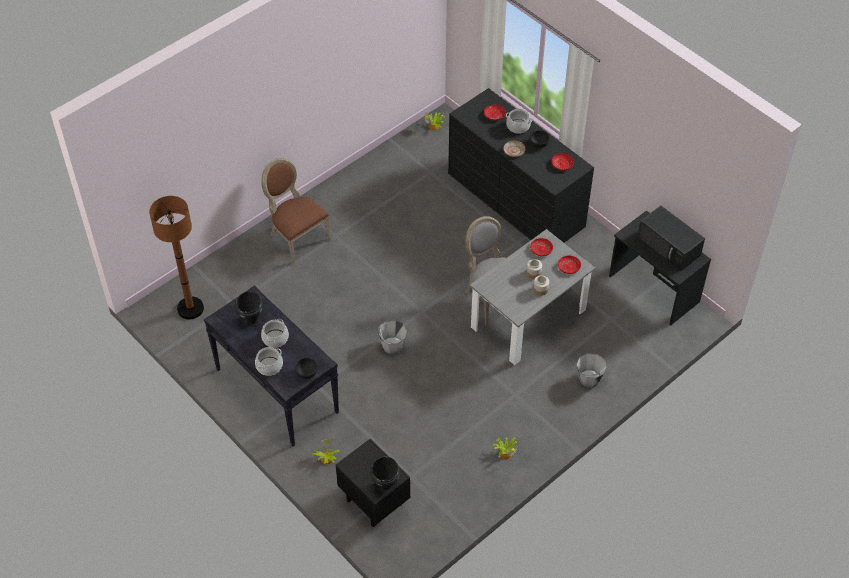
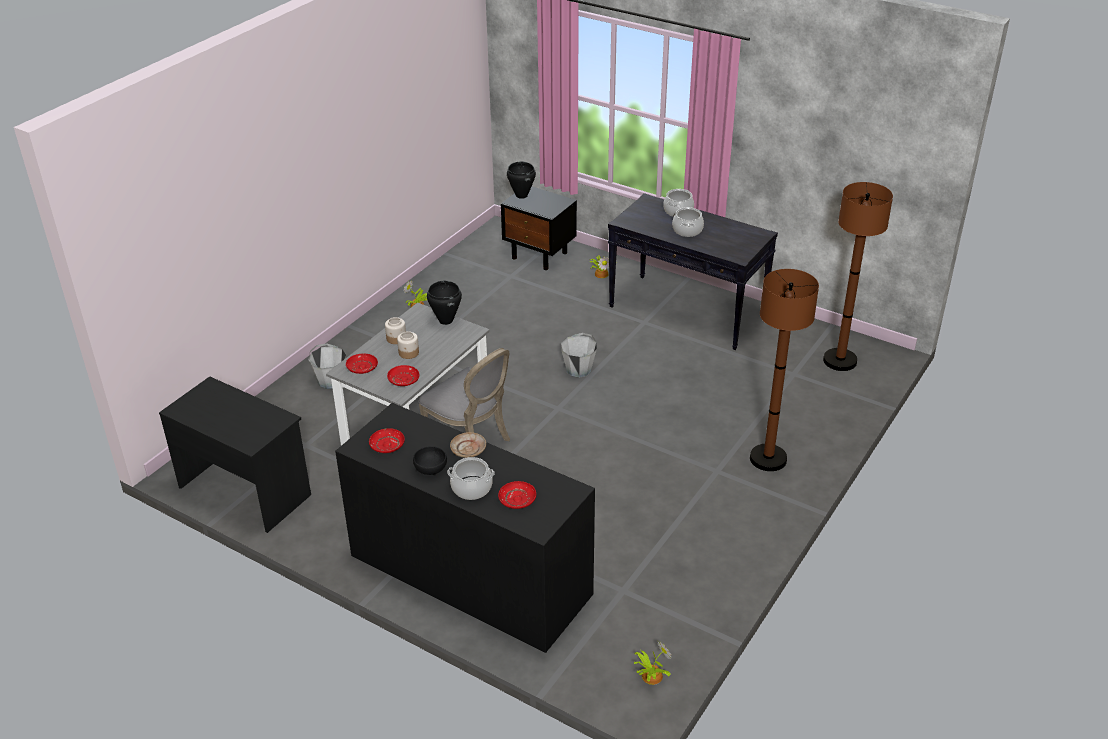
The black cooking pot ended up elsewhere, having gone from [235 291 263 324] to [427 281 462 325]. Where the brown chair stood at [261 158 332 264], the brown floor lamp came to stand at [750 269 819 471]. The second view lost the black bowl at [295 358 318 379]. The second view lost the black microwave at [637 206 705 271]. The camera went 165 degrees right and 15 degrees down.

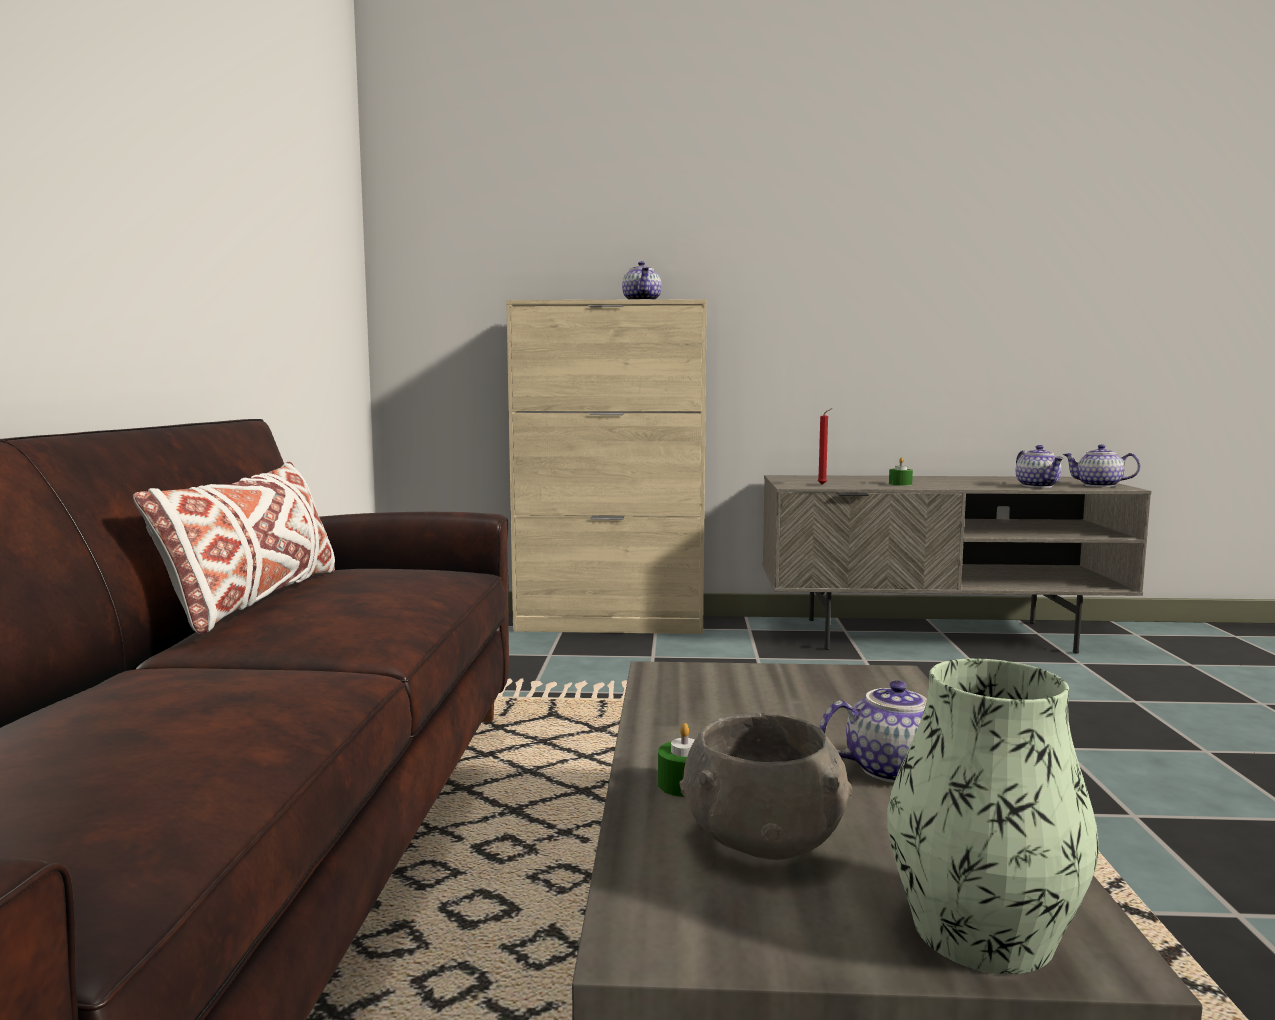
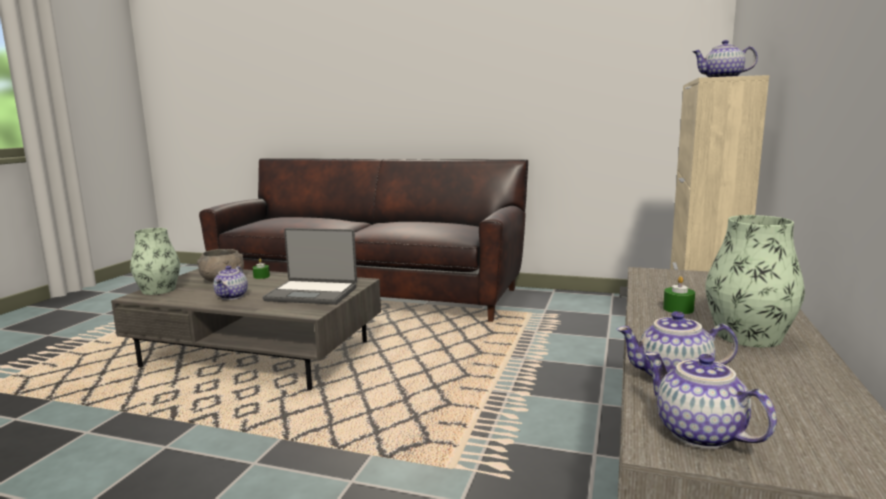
The second view gained the laptop at [263 228 357 305]. The teapot at [1063 445 1141 487] ended up facing another way, 75 degrees counterclockwise from before. The second view gained the vase at [705 215 805 348]. The second view lost the white pillow at [133 462 335 634]. The second view lost the red candle at [818 408 832 485]. The camera went 105 degrees right and 5 degrees up.

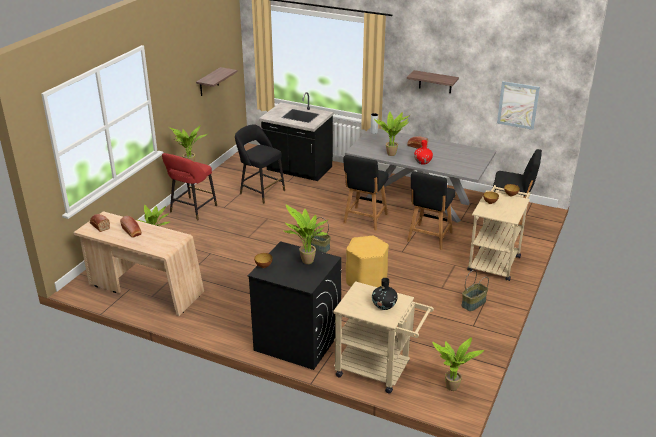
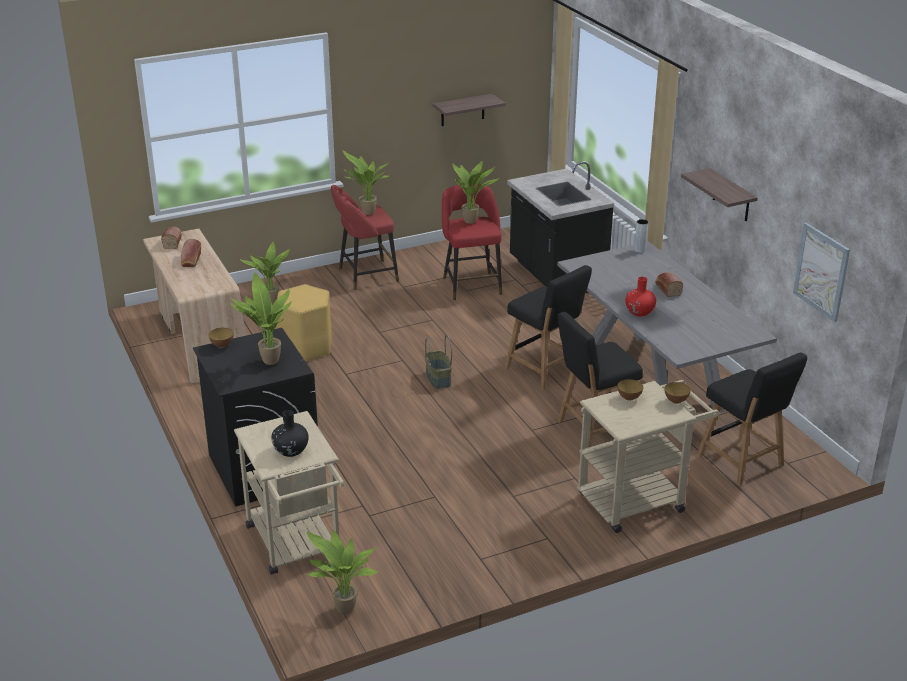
The yellow stool ended up elsewhere, having gone from [346 236 389 287] to [277 284 332 361]. What was the black stool at [235 124 285 204] turned into the red stool at [442 184 502 301]. The potted plant ended up elsewhere, having gone from [374 112 410 156] to [452 161 499 224]. The black chair at [343 155 389 230] ended up facing another way, 105 degrees counterclockwise from before. The second view lost the basket at [461 270 489 311]. The camera went 40 degrees right and 0 degrees up.

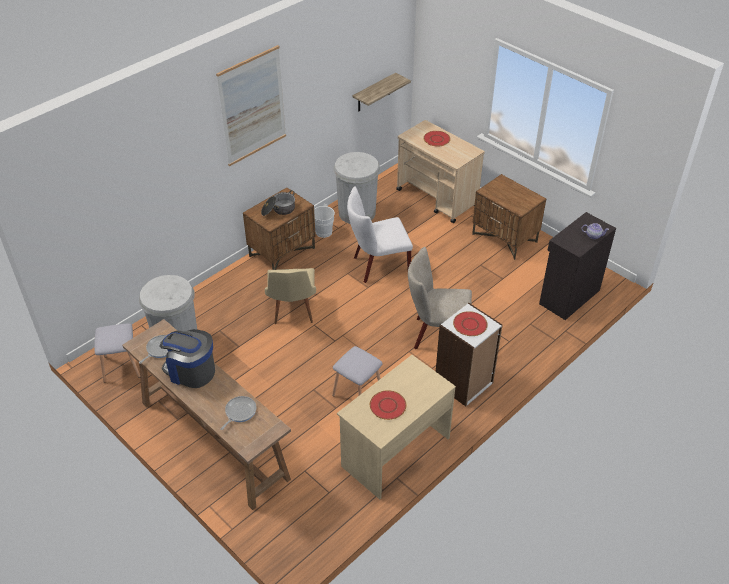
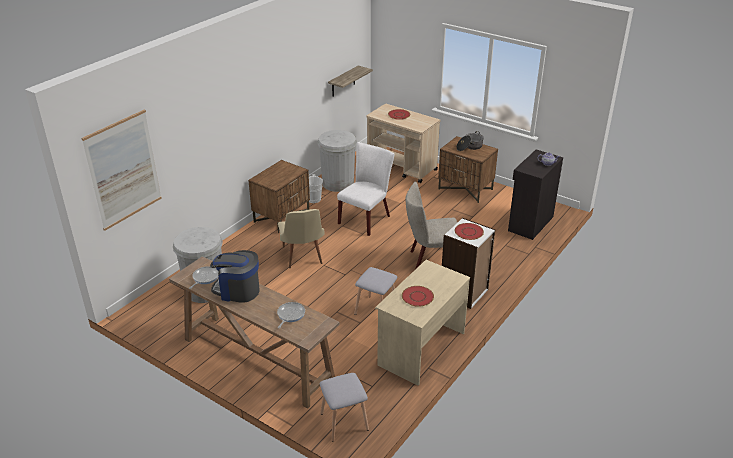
The picture ended up elsewhere, having gone from [216 45 286 166] to [82 110 162 231]. The grey stool ended up elsewhere, having gone from [94 323 140 383] to [320 373 369 441]. The white chair at [347 186 413 283] ended up facing another way, 150 degrees clockwise from before. The cooking pot ended up elsewhere, having gone from [261 190 295 216] to [456 131 484 151]. The camera went 10 degrees left and 10 degrees down.

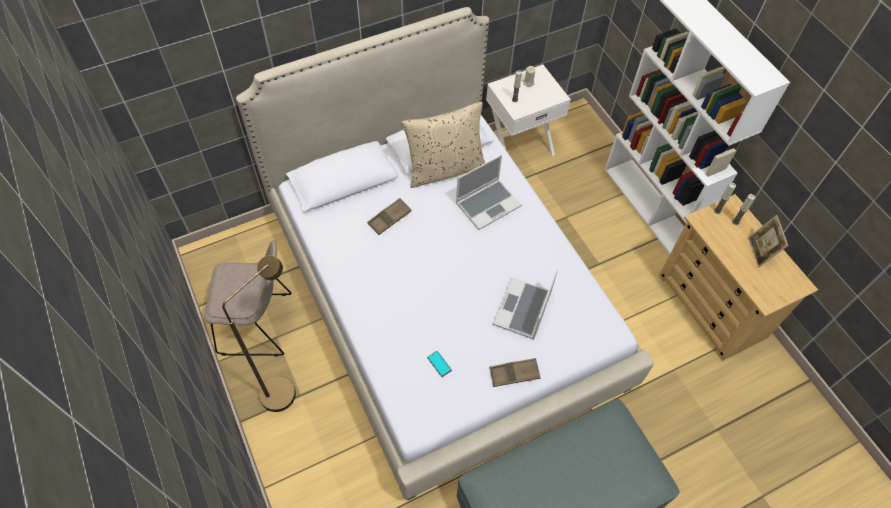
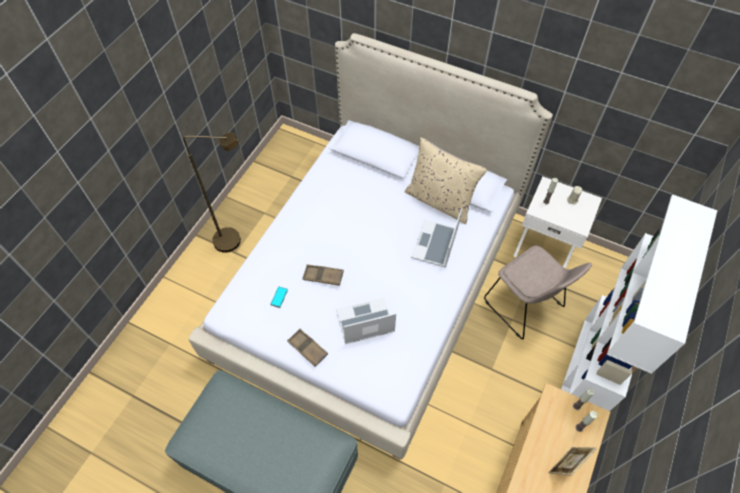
The brown tray ended up elsewhere, having gone from [367 198 412 235] to [302 264 344 286]. The laptop at [456 155 522 230] ended up facing another way, 90 degrees clockwise from before. The beige chair ended up elsewhere, having gone from [204 240 291 357] to [484 245 592 339]. The camera went 55 degrees right and 0 degrees up.

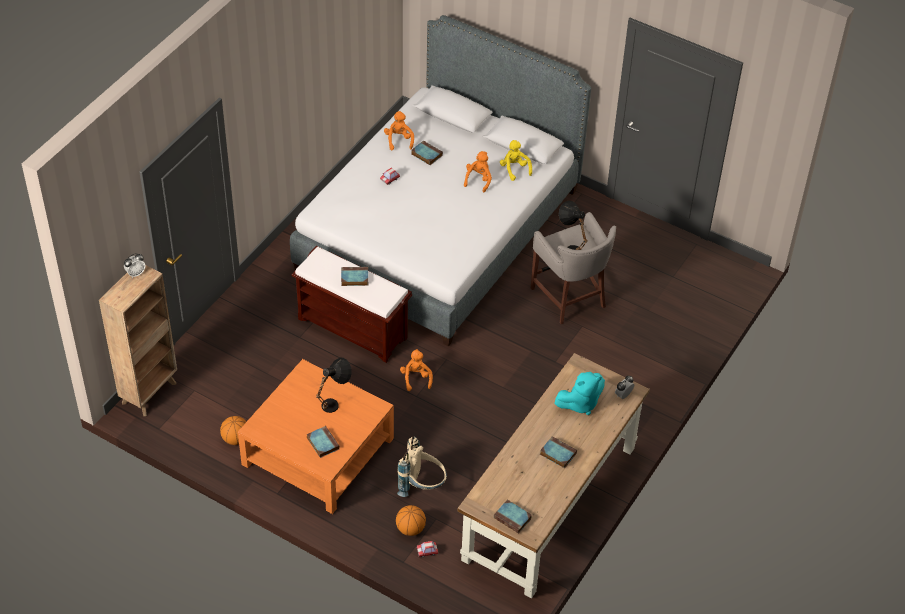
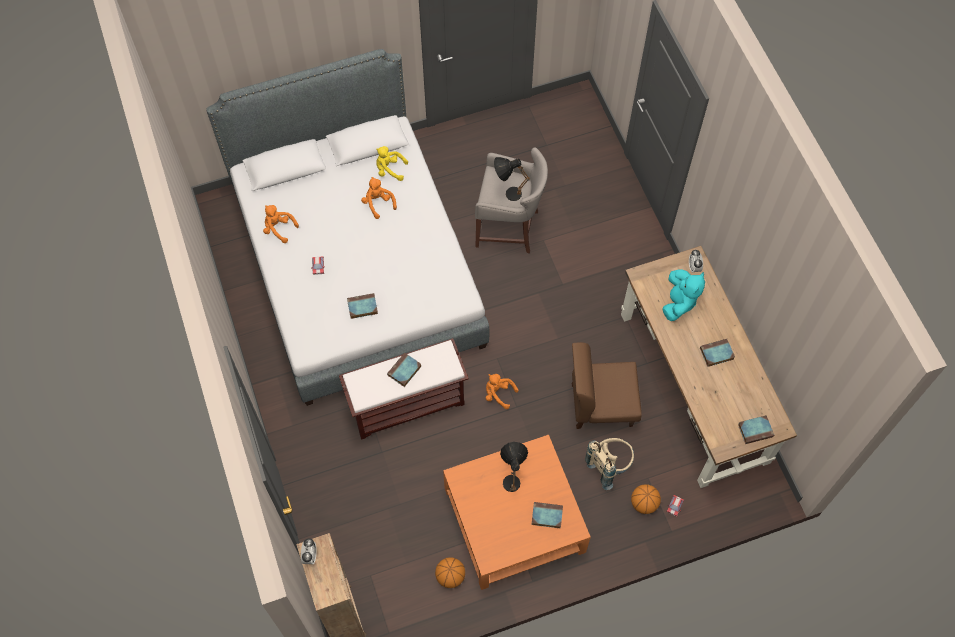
The book ended up elsewhere, having gone from [411 140 443 165] to [347 293 378 319]. The second view gained the brown chair at [572 342 642 429]. The camera went 50 degrees left and 15 degrees up.

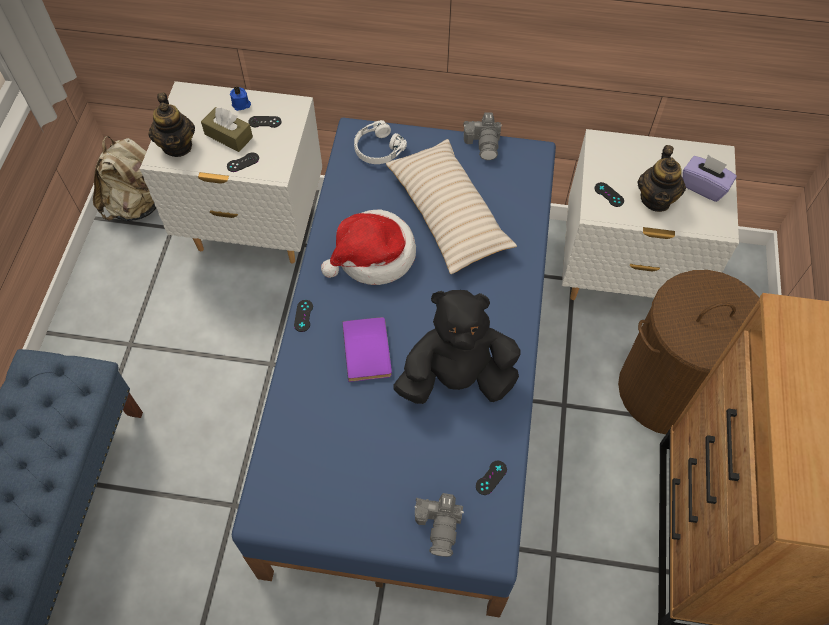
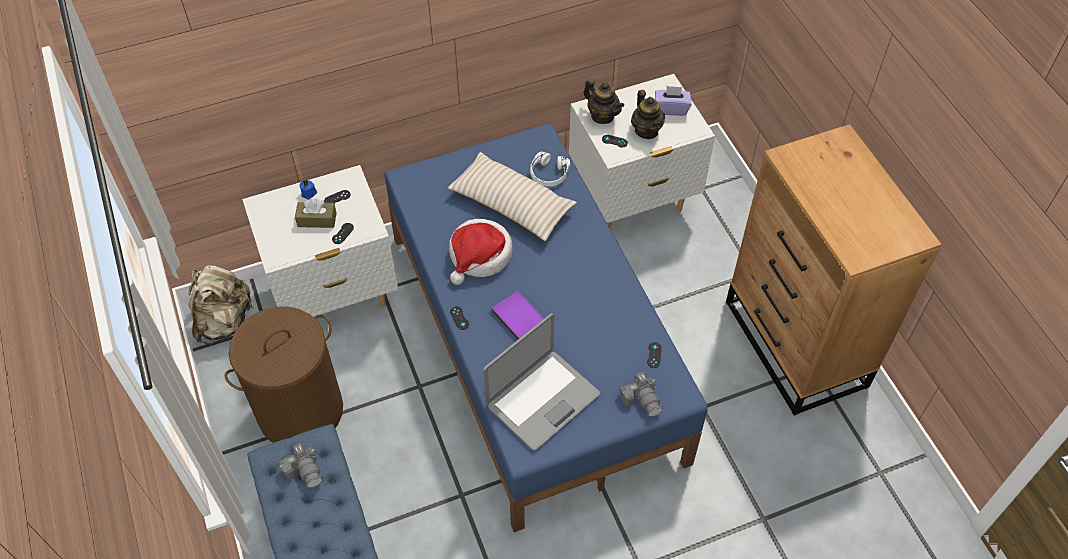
The brown laundry basket ended up elsewhere, having gone from [618 270 760 434] to [225 306 343 443]. The photo camera ended up elsewhere, having gone from [463 112 502 160] to [278 443 323 488]. The second view gained the laptop at [483 313 600 450]. The white headphones ended up elsewhere, having gone from [354 120 407 164] to [530 151 570 187]. The teapot ended up elsewhere, having gone from [148 93 195 157] to [584 79 624 124]. The second view lost the black plush toy at [393 290 521 404]. The camera went 30 degrees left and 5 degrees down.

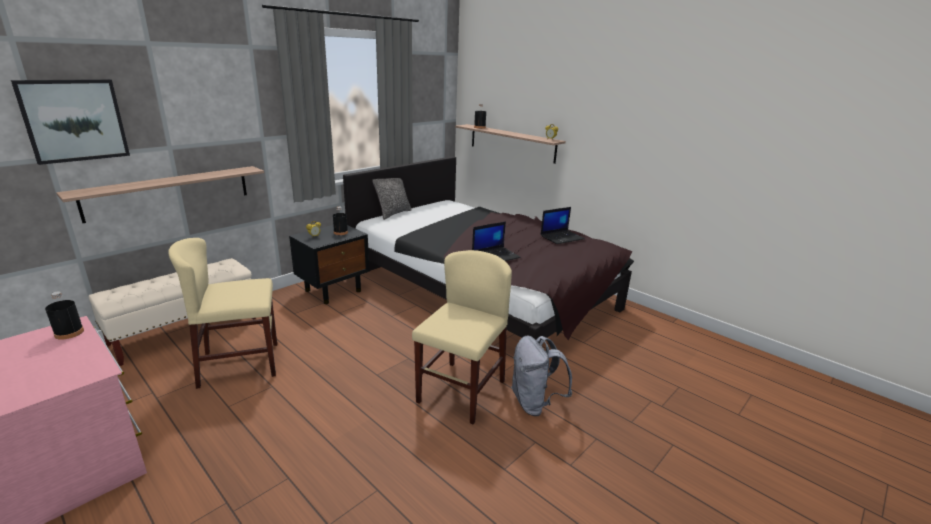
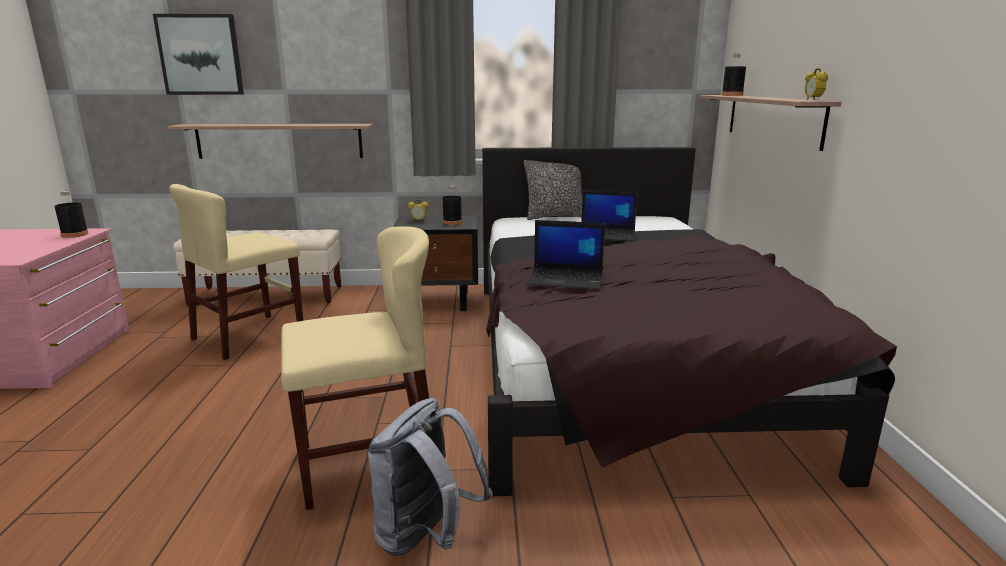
The beige chair at [168 238 277 389] ended up facing another way, 75 degrees counterclockwise from before. The laptop ended up elsewhere, having gone from [541 207 585 244] to [581 190 638 241]. The camera went 45 degrees right and 5 degrees down.

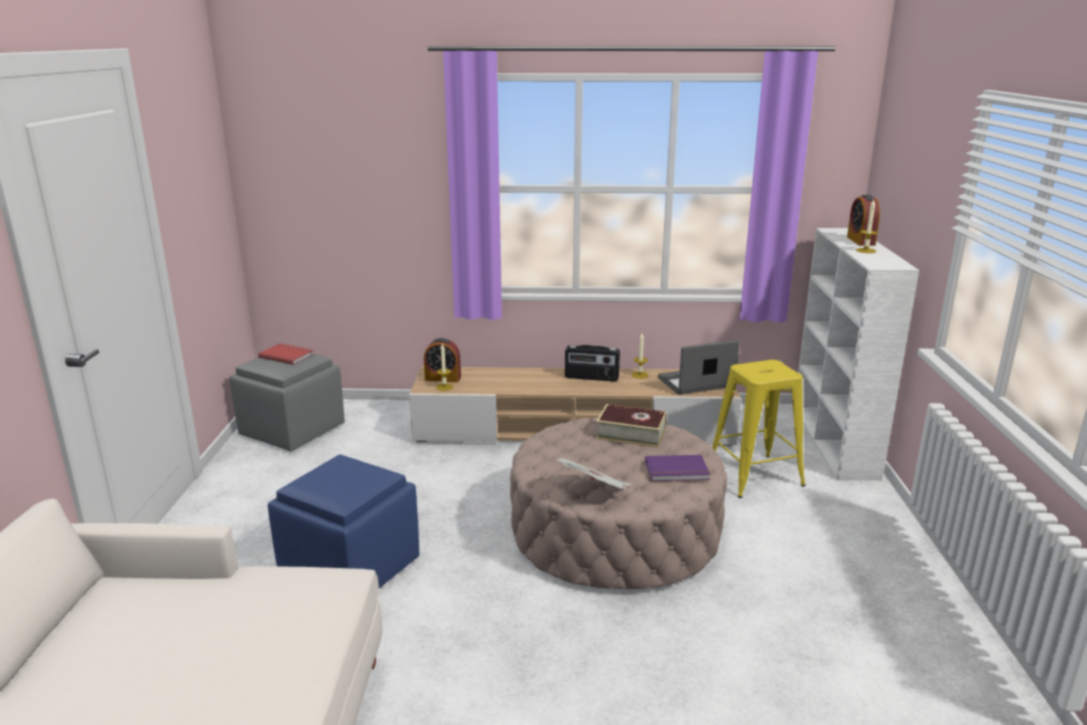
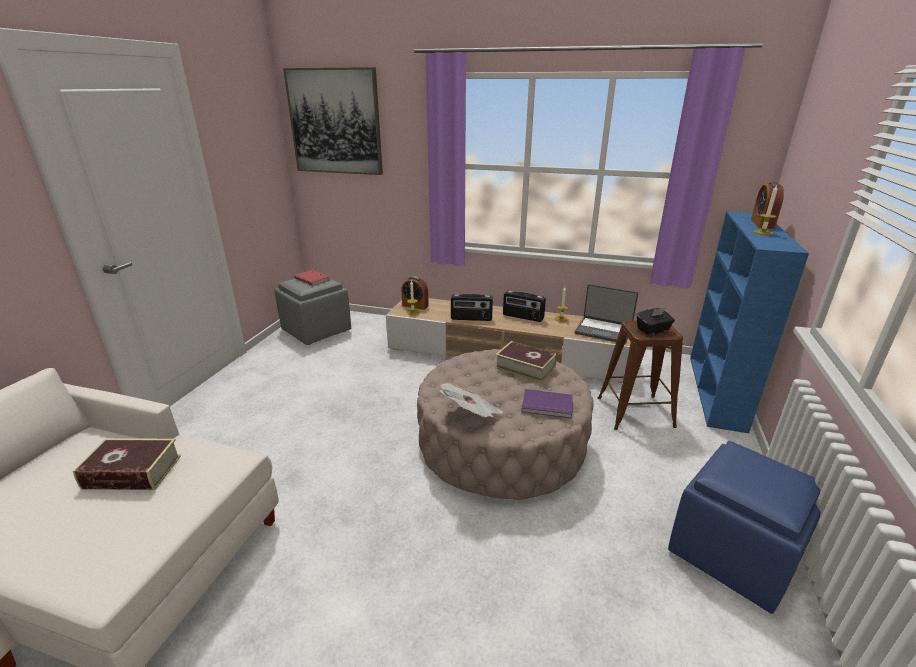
The second view gained the book at [73 438 181 490]. The second view gained the picture at [283 67 383 175]. The second view gained the radio at [451 294 493 321]. The laptop at [658 340 740 395] ended up facing another way, 150 degrees counterclockwise from before. What was the yellow stool at [713 360 806 498] turned into the brown stool at [598 320 683 430]. The second view gained the black tissue box at [637 308 675 335]. The blue ottoman ended up elsewhere, having gone from [268 455 419 588] to [668 441 821 614]. What was the white bookcase at [798 228 919 481] turned into the blue bookcase at [690 211 809 433]. The camera went 15 degrees right and 5 degrees up.

